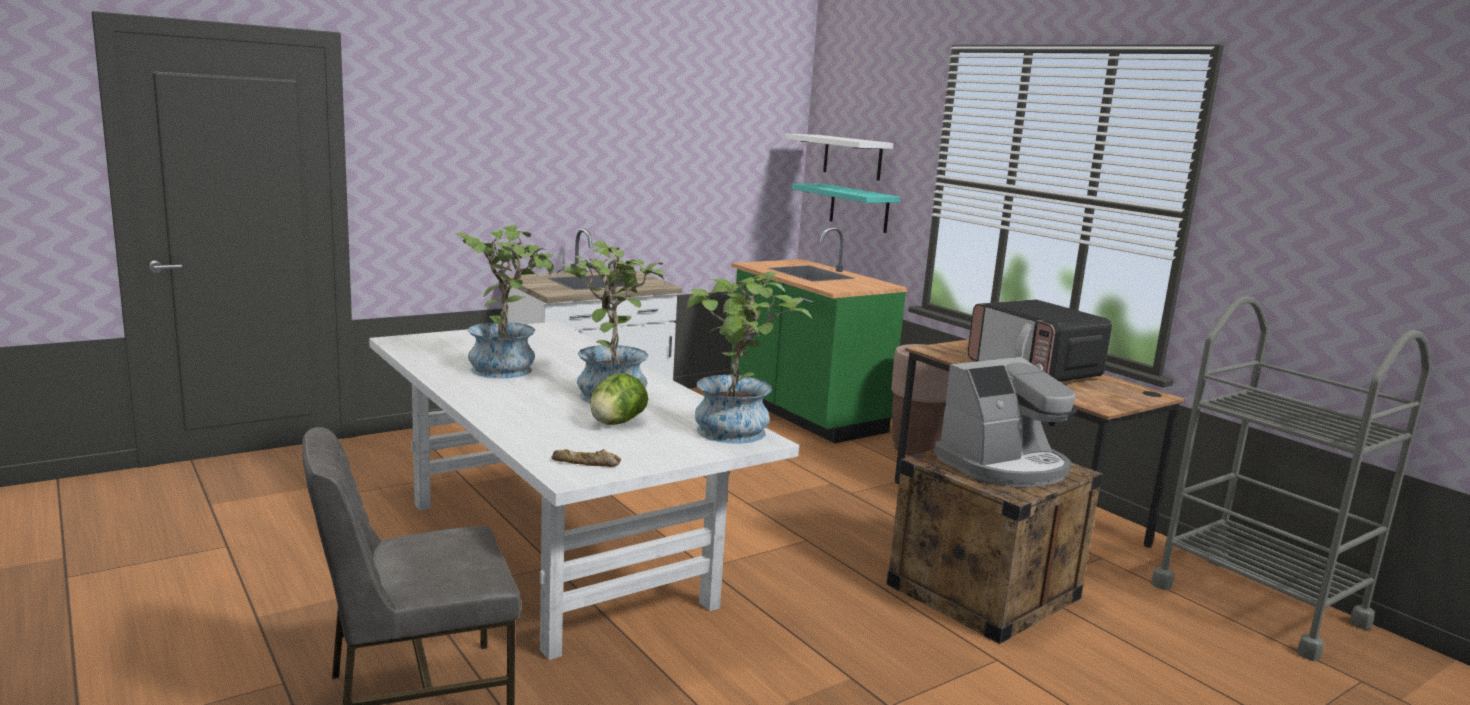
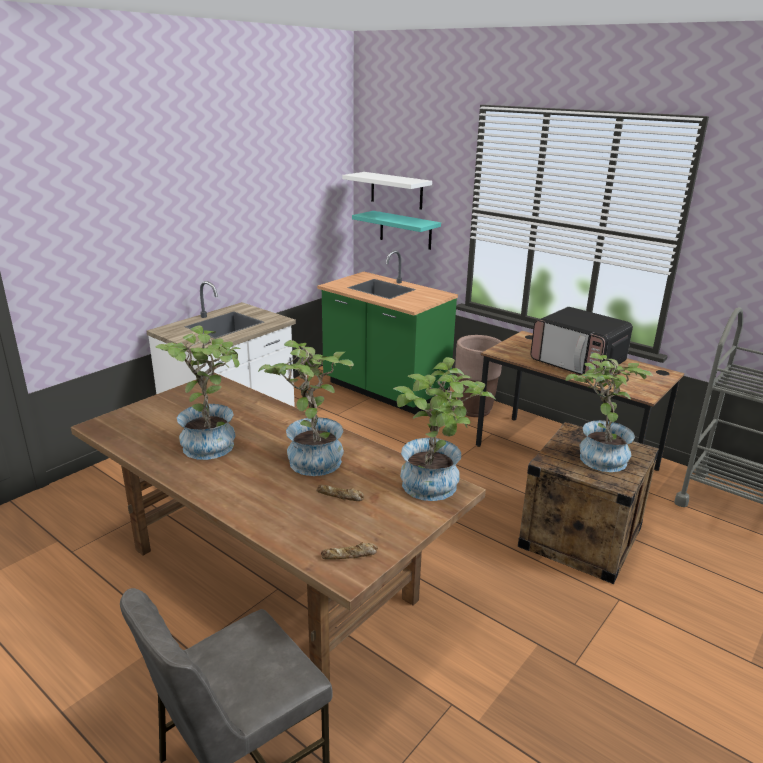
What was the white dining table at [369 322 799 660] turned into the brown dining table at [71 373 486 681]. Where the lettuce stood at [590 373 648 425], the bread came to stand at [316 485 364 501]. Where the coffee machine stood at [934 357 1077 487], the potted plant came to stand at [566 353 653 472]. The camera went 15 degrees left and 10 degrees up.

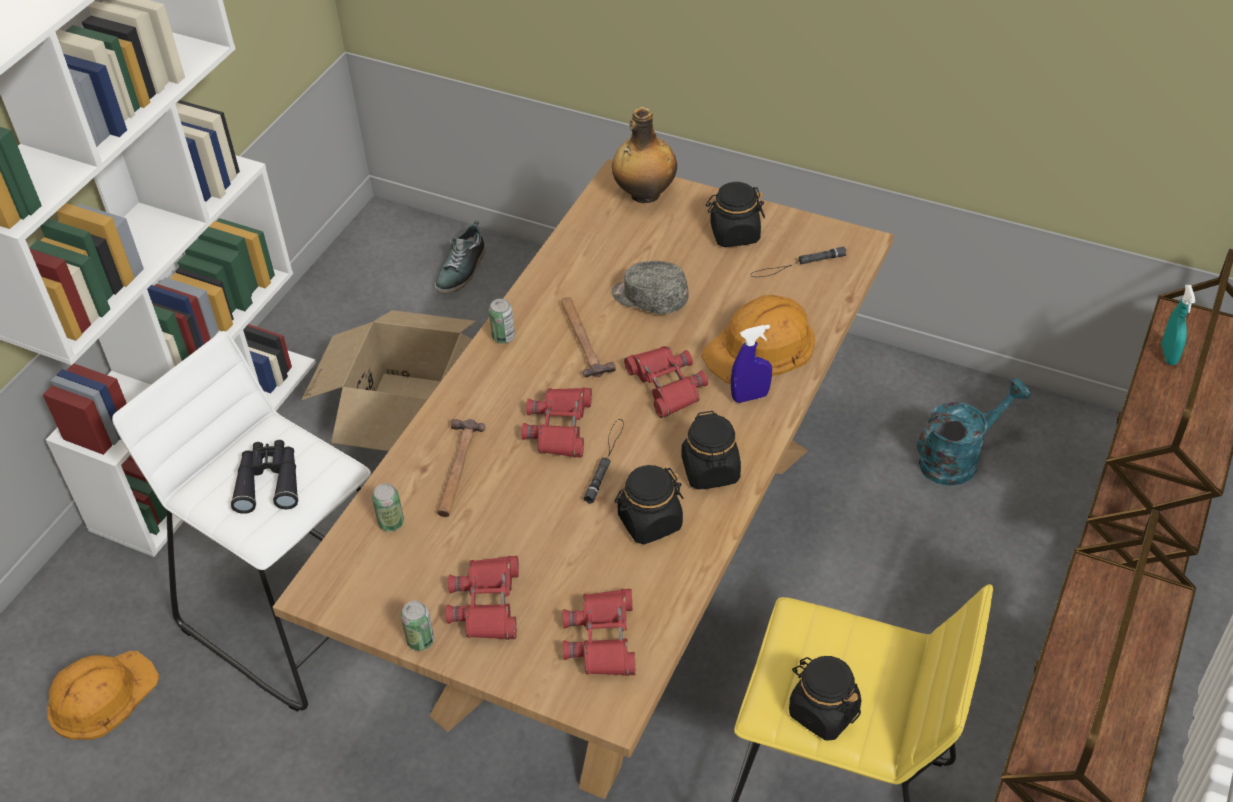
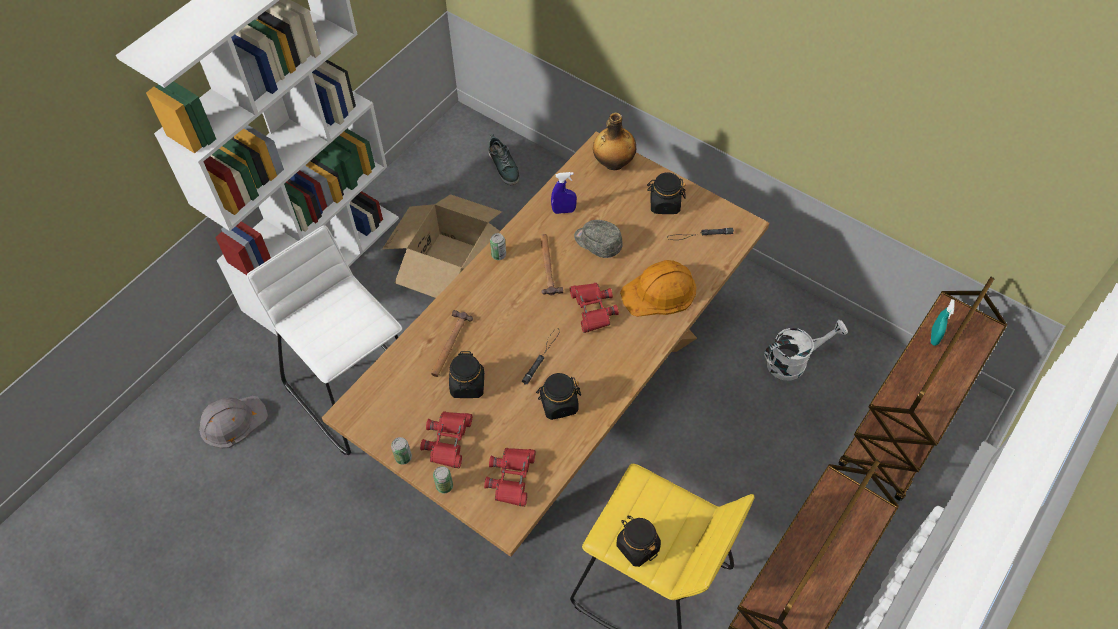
What was the orange hard hat at [47 651 160 740] turned into the grey hard hat at [199 396 268 449]. The can ended up elsewhere, having gone from [372 483 404 531] to [433 466 453 493]. The black jar ended up elsewhere, having gone from [682 411 741 490] to [449 350 484 398]. The shoe at [435 220 485 294] ended up facing another way, 60 degrees counterclockwise from before. The blue spray bottle ended up elsewhere, having gone from [731 325 772 403] to [551 172 577 214]. What was the turquoise watering can at [917 378 1030 486] turned into the white watering can at [764 320 848 381]. The second view lost the black binoculars at [231 440 299 514]. The second view lost the red binoculars at [522 387 592 458]. The camera went 10 degrees right and 10 degrees up.

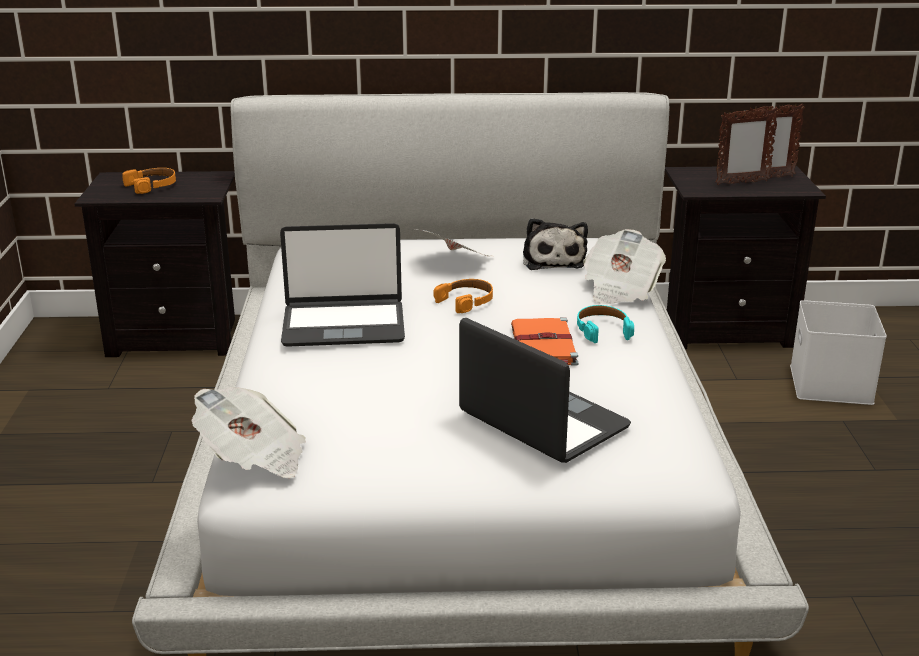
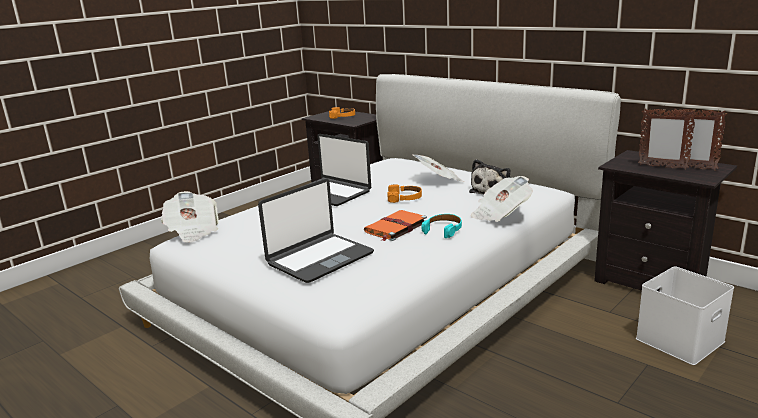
The laptop at [459 318 631 463] ended up facing another way, 45 degrees clockwise from before. The camera went 45 degrees right and 5 degrees down.

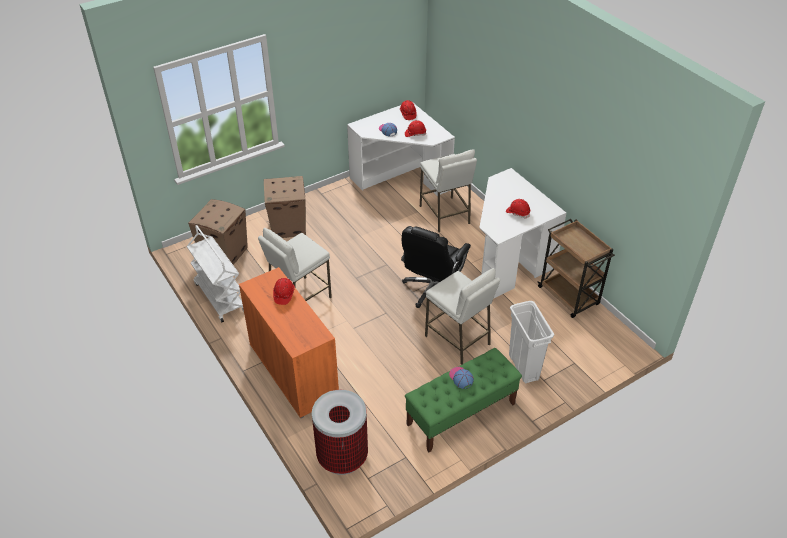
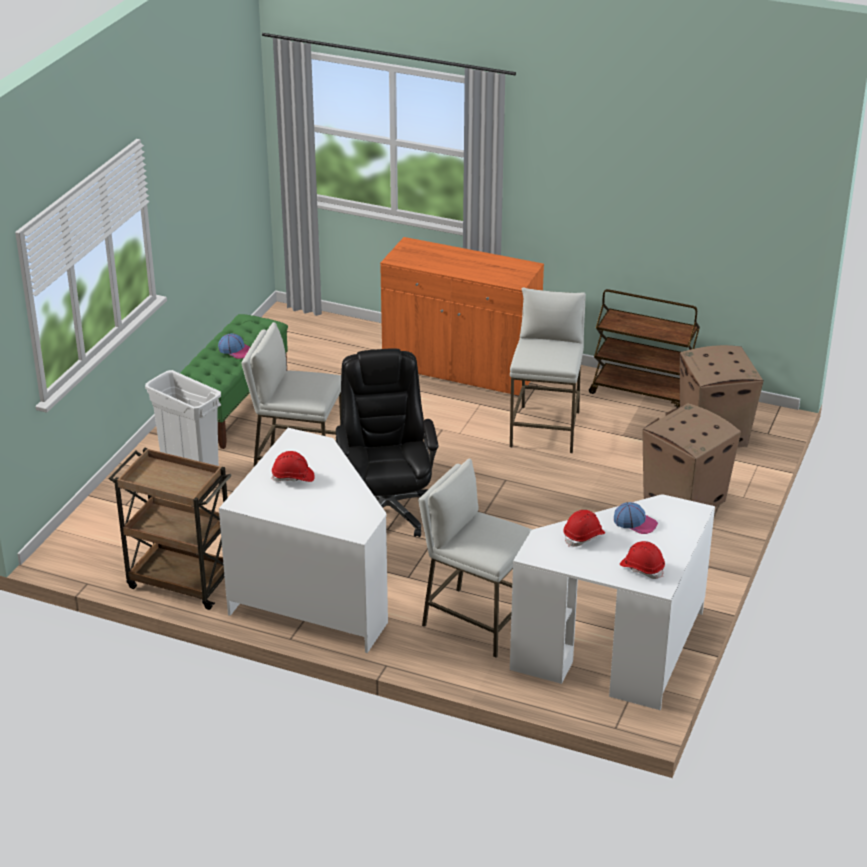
What was the white cart at [187 225 244 322] turned into the brown cart at [589 289 700 408]. The second view lost the red hard hat at [273 278 295 305]. The second view lost the trash can at [312 390 368 475]. The camera went 145 degrees right and 10 degrees down.

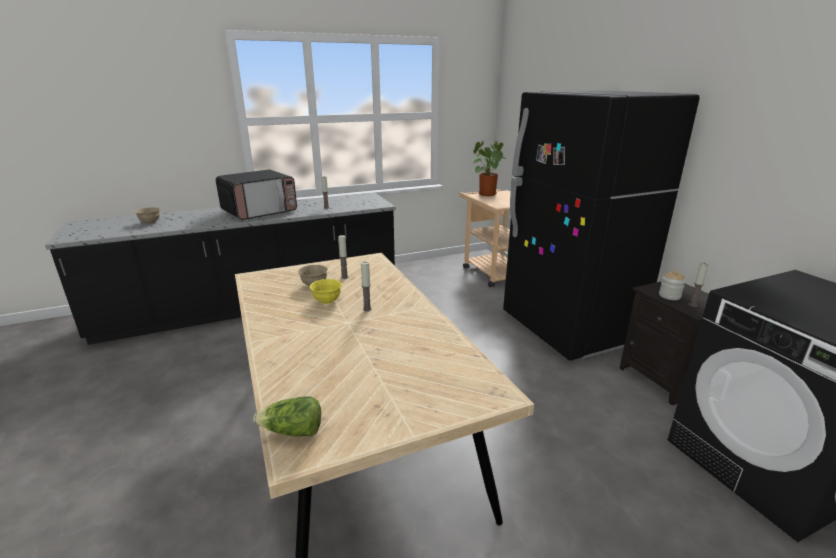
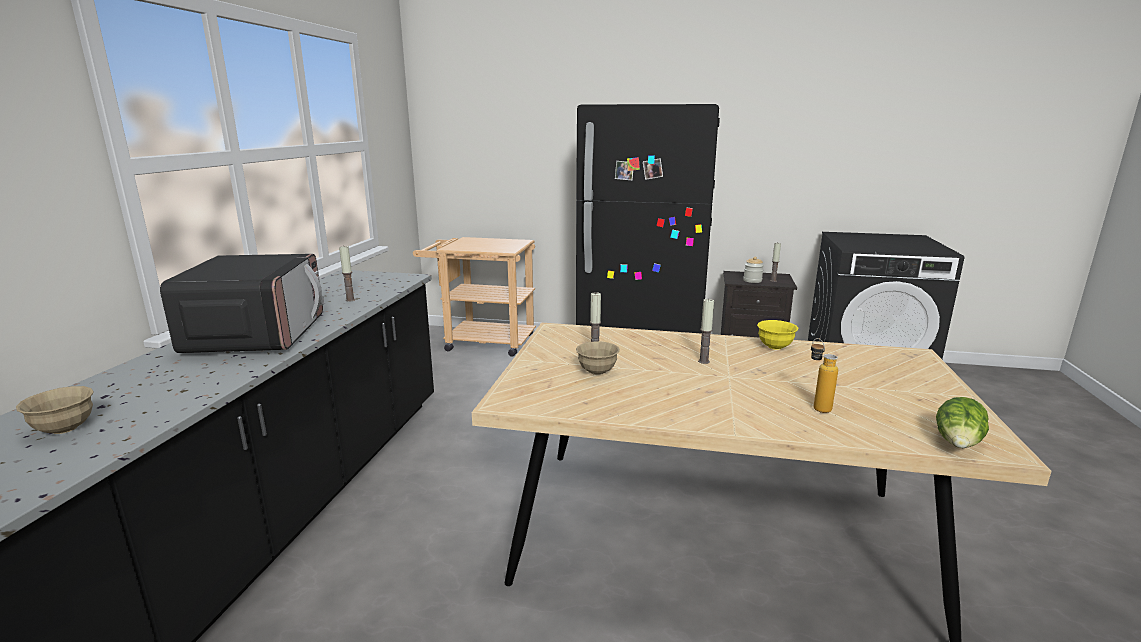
The yellow bowl ended up elsewhere, having gone from [310 279 342 304] to [757 320 798 350]. The second view gained the bottle at [811 338 838 413]. The second view lost the potted plant at [472 141 507 196]. The camera went 55 degrees left and 5 degrees down.

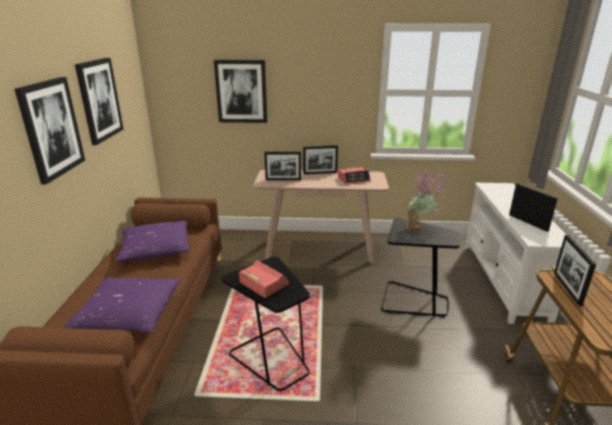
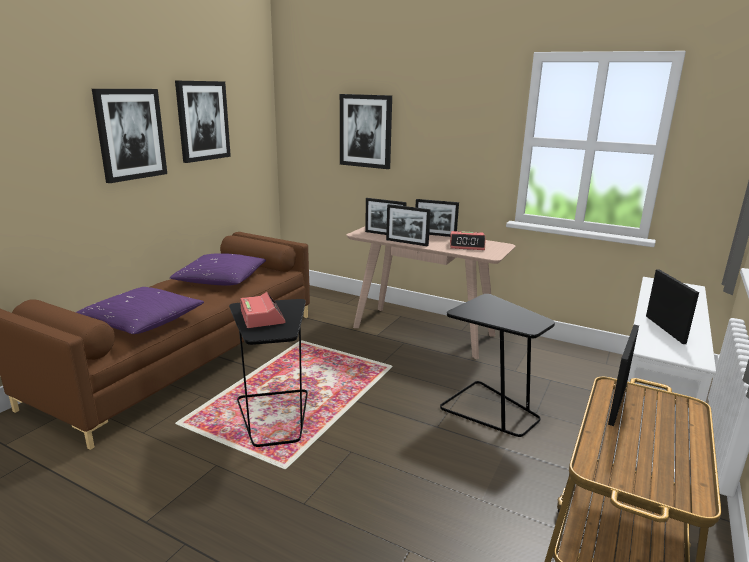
The second view gained the picture frame at [386 204 431 246]. The second view lost the potted plant at [405 170 448 232]. The camera went 25 degrees right and 5 degrees down.

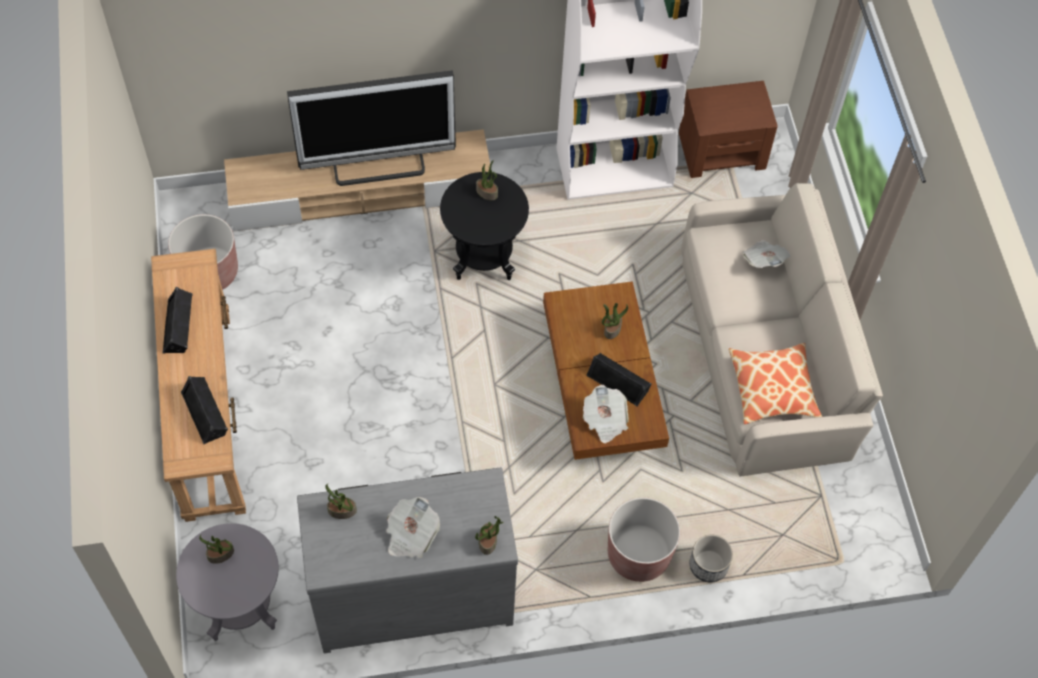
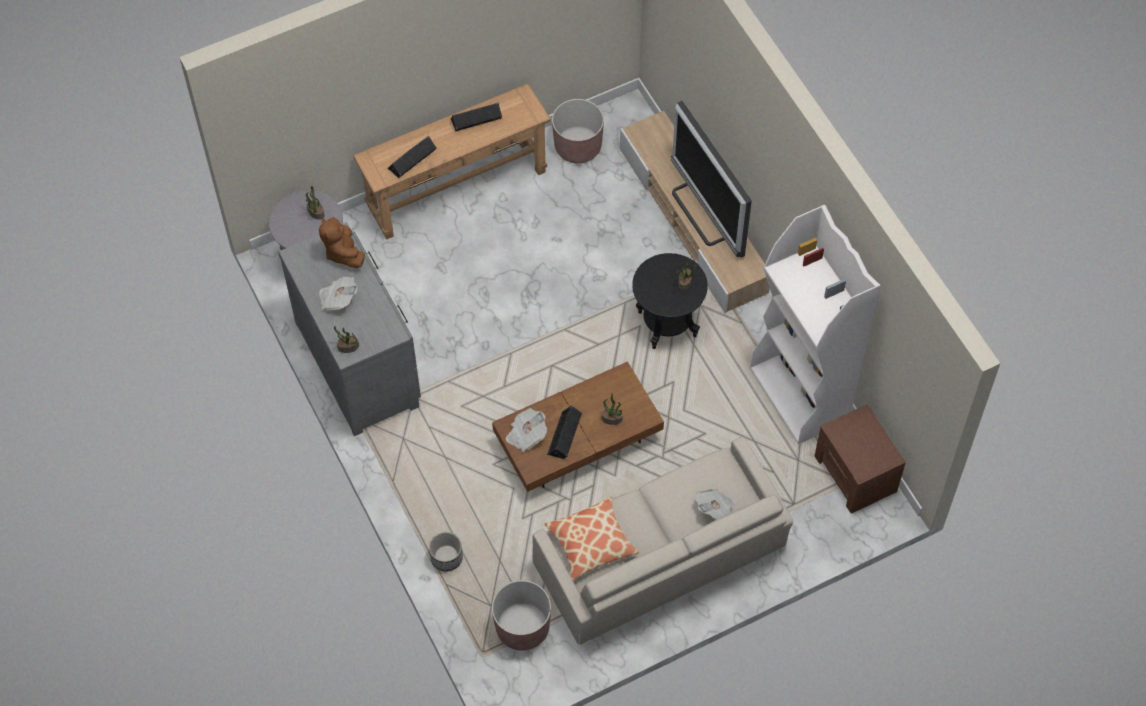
Where the potted plant stood at [325 484 357 519], the brown plush toy came to stand at [319 217 365 268]. The brown planter ended up elsewhere, having gone from [608 497 680 582] to [492 580 551 651]. The camera went 75 degrees right and 0 degrees up.

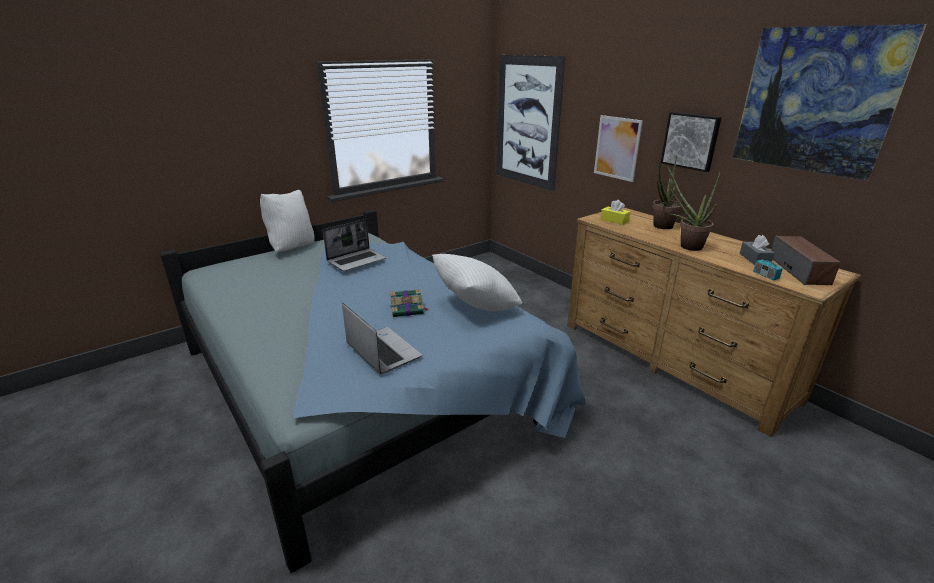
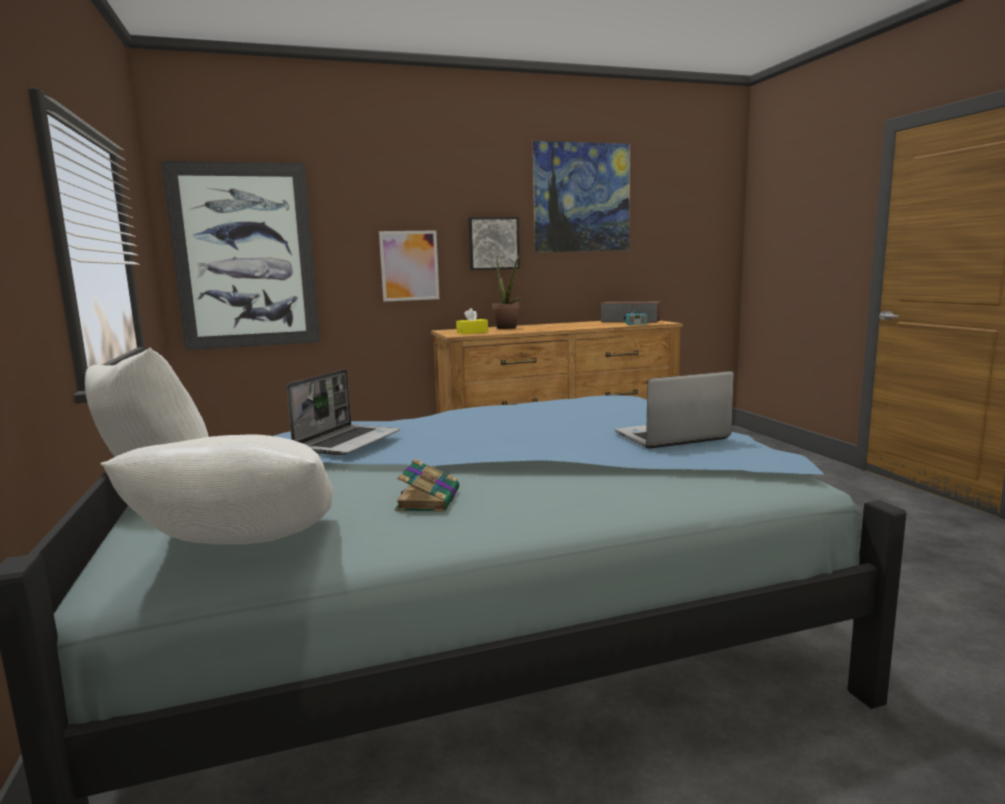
The white pillow ended up elsewhere, having gone from [432 254 522 311] to [100 434 333 544]. The laptop at [323 219 386 271] ended up facing another way, 45 degrees clockwise from before. The book ended up elsewhere, having gone from [390 289 428 317] to [395 459 459 512]. The second view lost the potted plant at [667 166 720 251]. The second view lost the grey tissue box at [740 235 775 265]. The camera went 70 degrees left and 15 degrees down.

